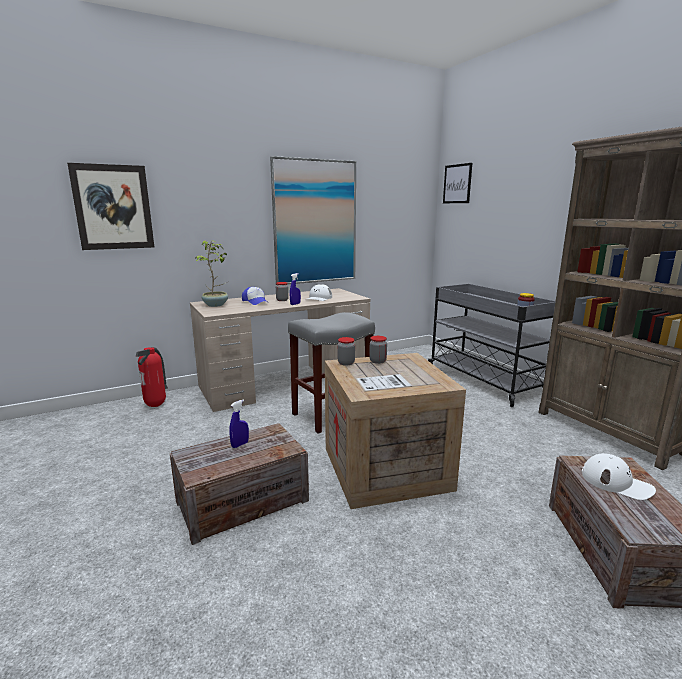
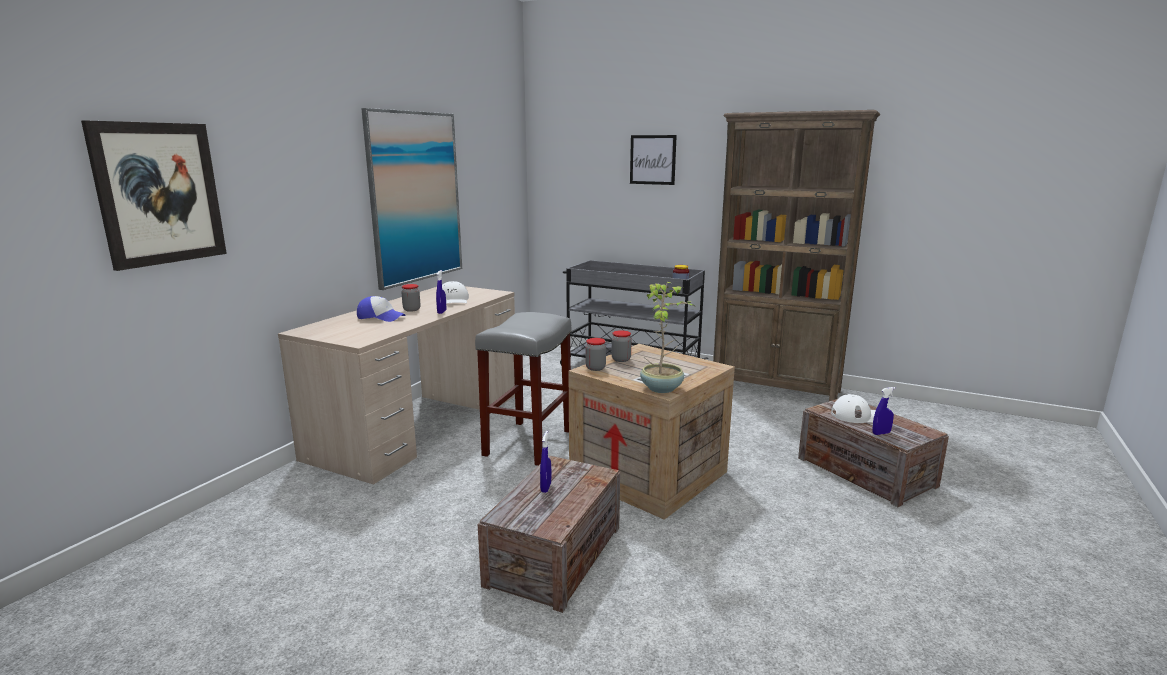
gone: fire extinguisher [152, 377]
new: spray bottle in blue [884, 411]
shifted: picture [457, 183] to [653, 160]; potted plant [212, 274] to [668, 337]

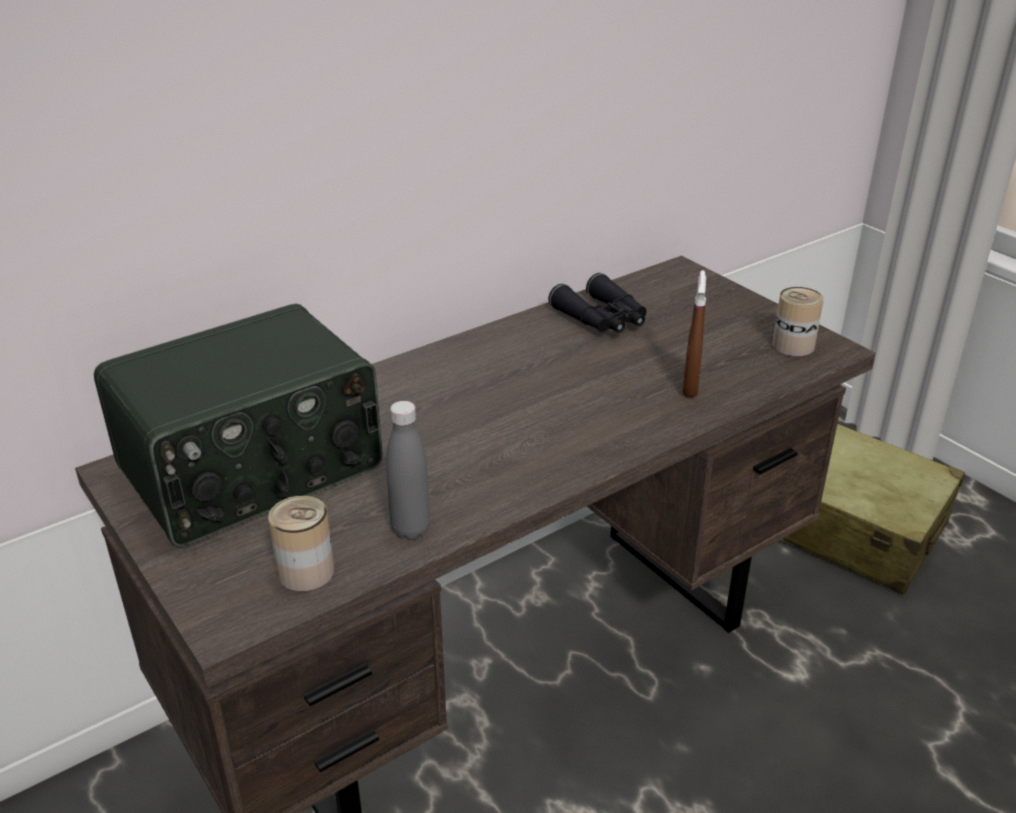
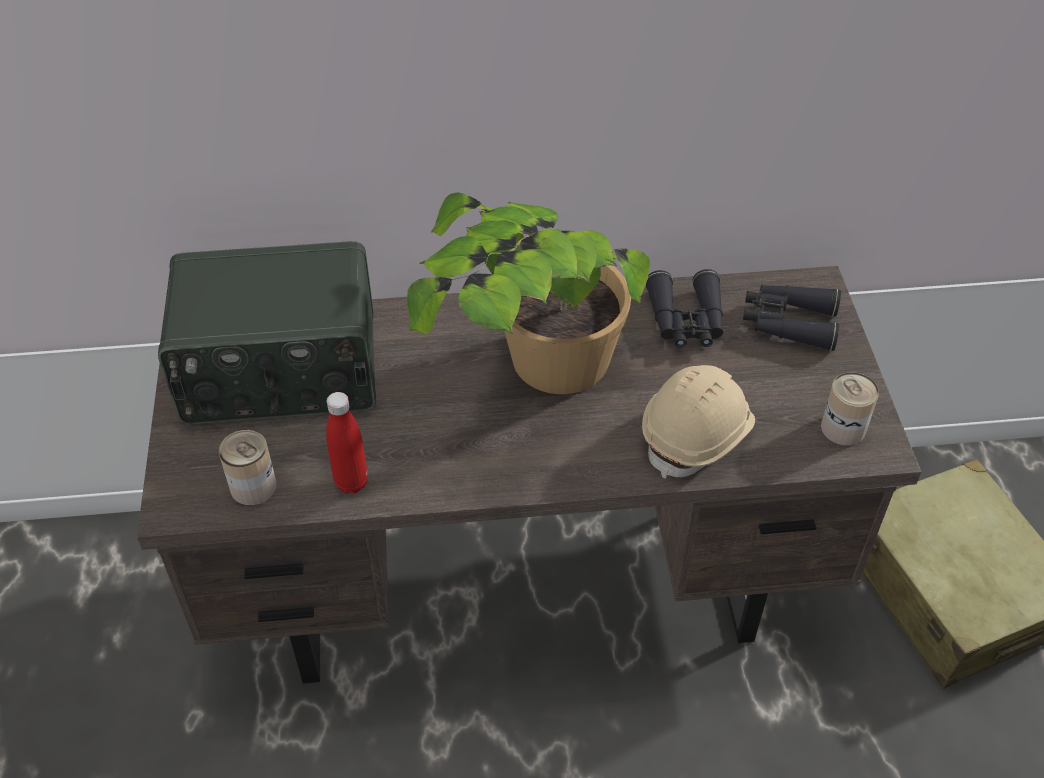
new: potted plant [528, 293]; binoculars in black [792, 317]
swapped: spray bottle in brown [694, 333] to hard hat in beige [698, 422]
repainted: bottle in grey [408, 470] to bottle in red [347, 443]

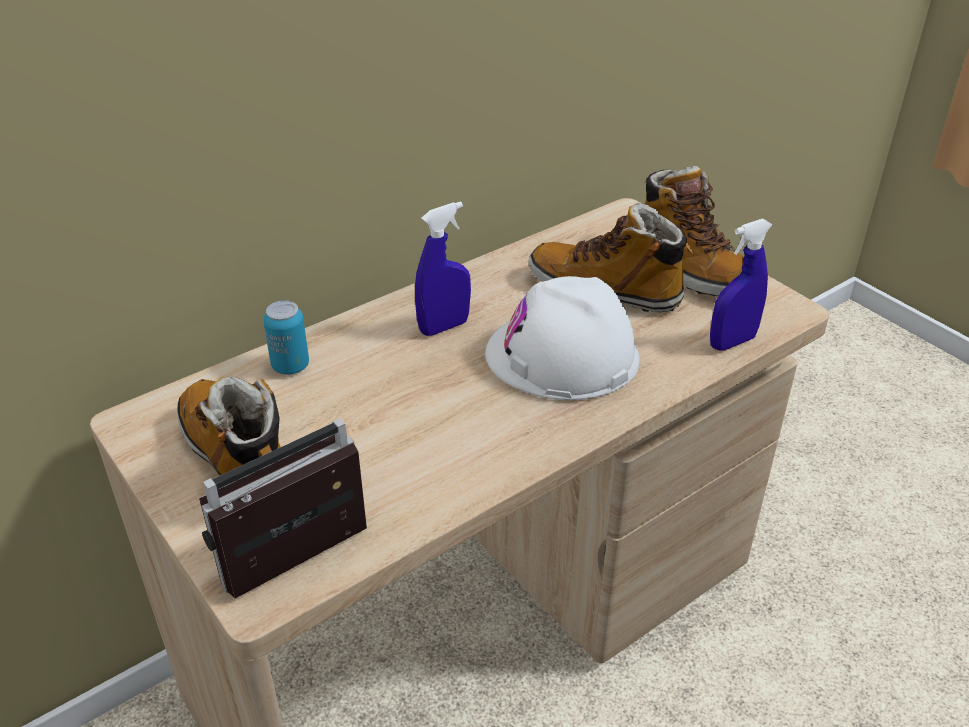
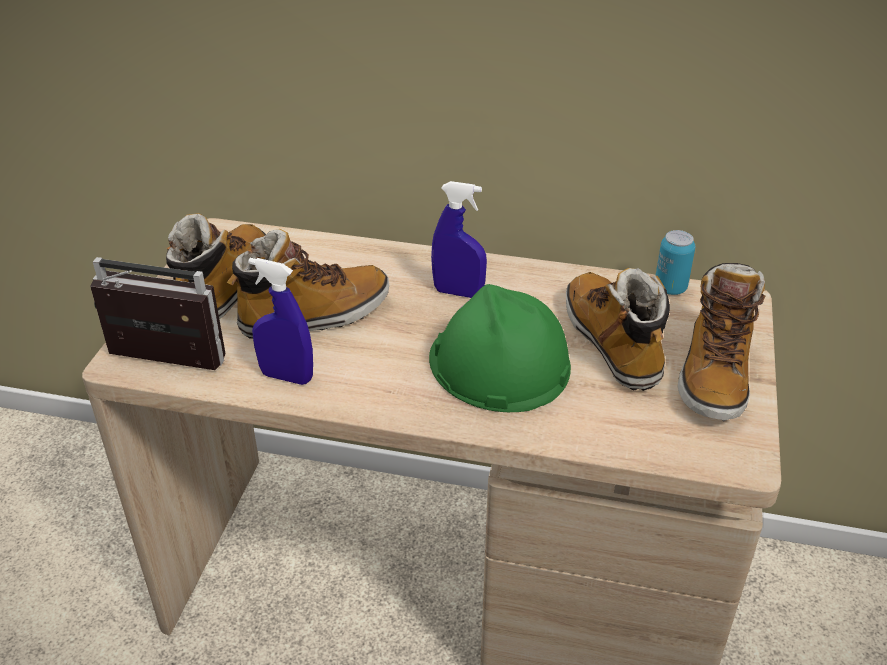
new: boot [308, 284]
shifted: spray bottle in blue [741, 284] to [280, 321]; can [286, 337] to [675, 262]
repainted: hard hat in white [562, 338] to hard hat in green [500, 348]

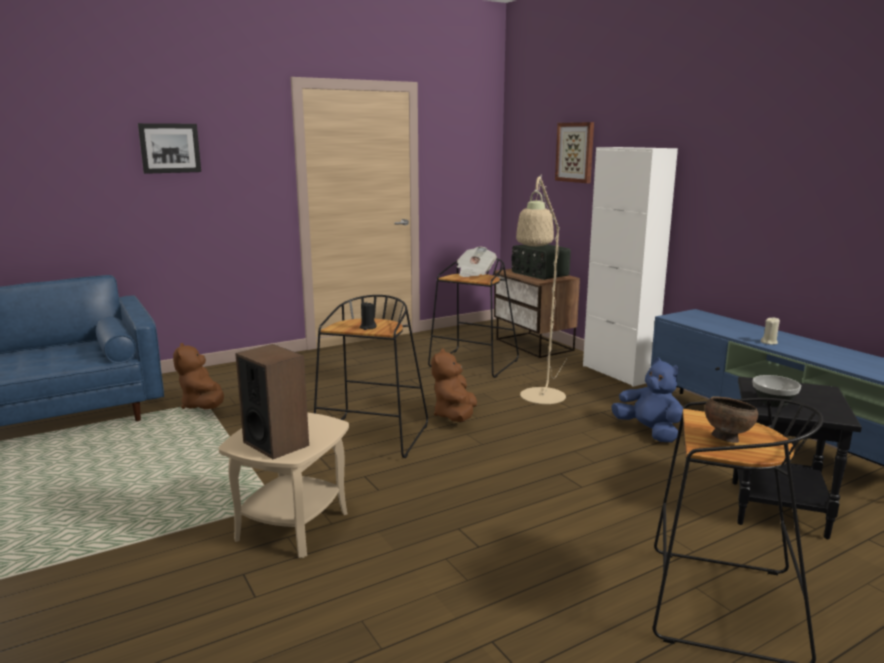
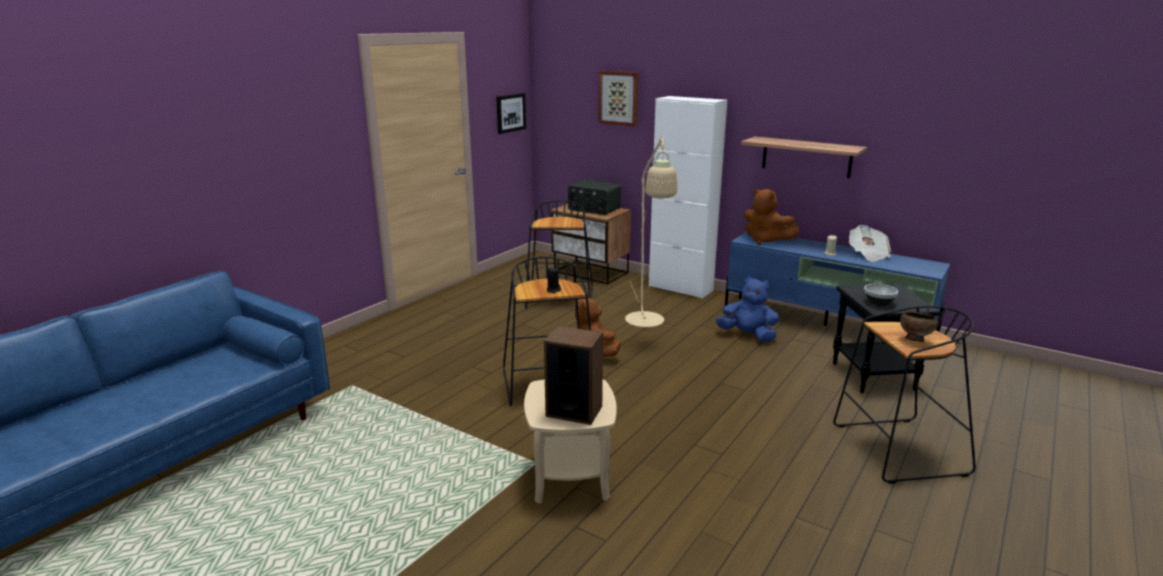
new: shelf [804, 157]
shifted: picture [169, 148] to [511, 113]; newspaper [477, 262] to [870, 243]; plush toy in brown [198, 376] to [772, 216]

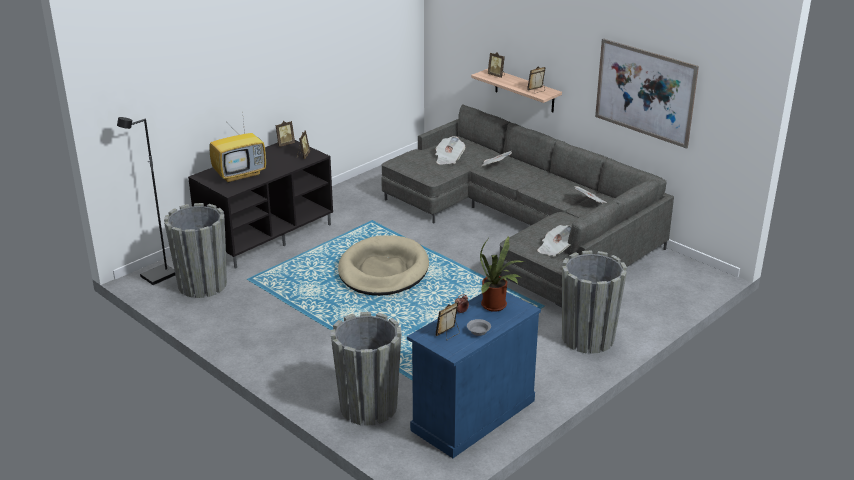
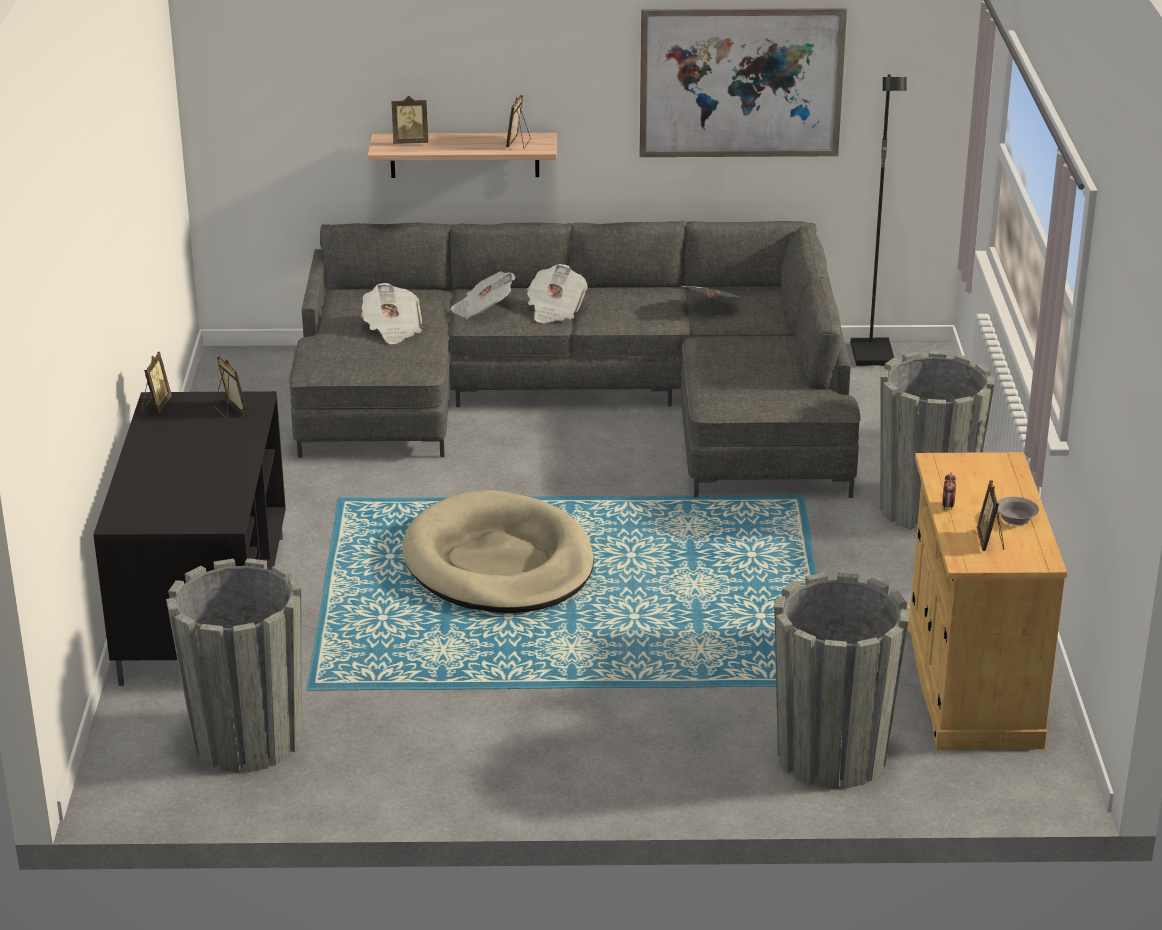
gone: television [237, 147]; potted plant [502, 274]
shifted: floor lamp in black [146, 201] to [878, 220]; newspaper [554, 241] to [557, 293]
repainted: cabinet in blue [474, 375] to cabinet in beige [987, 601]

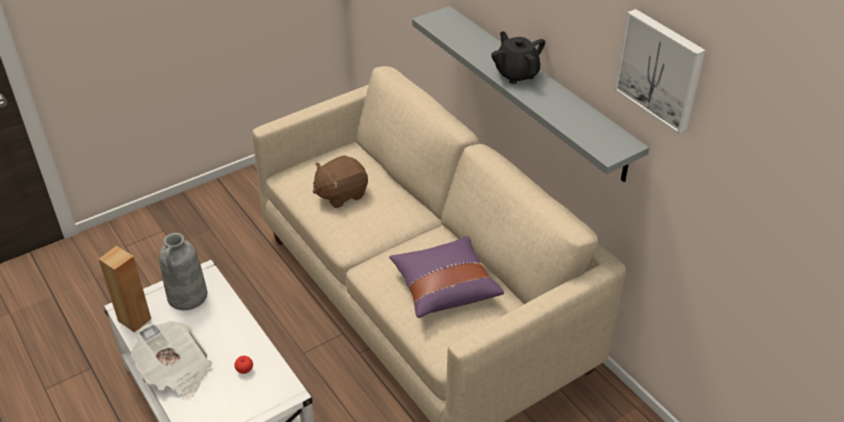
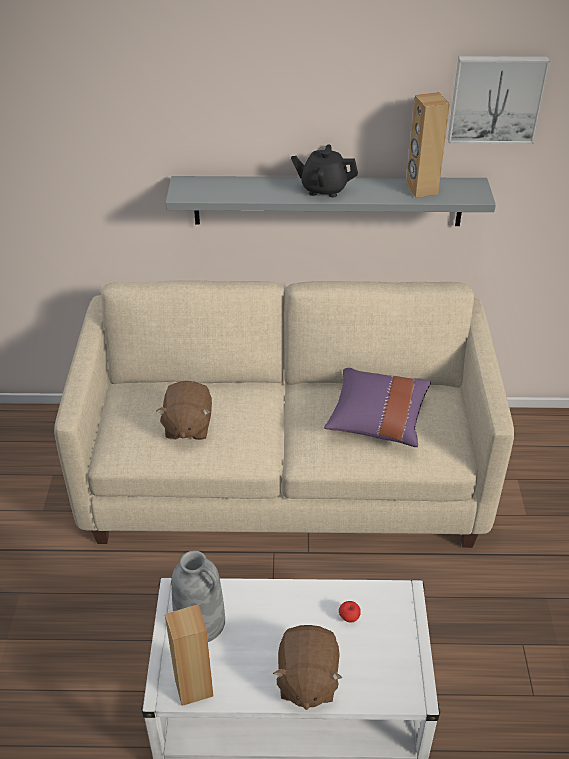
new: speaker in brown [428, 145]
swapped: newspaper [171, 359] to plush toy in brown [307, 667]

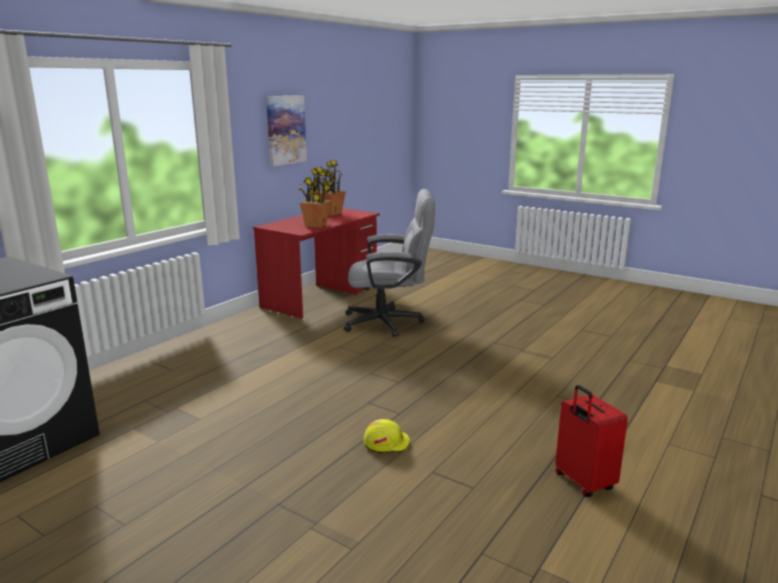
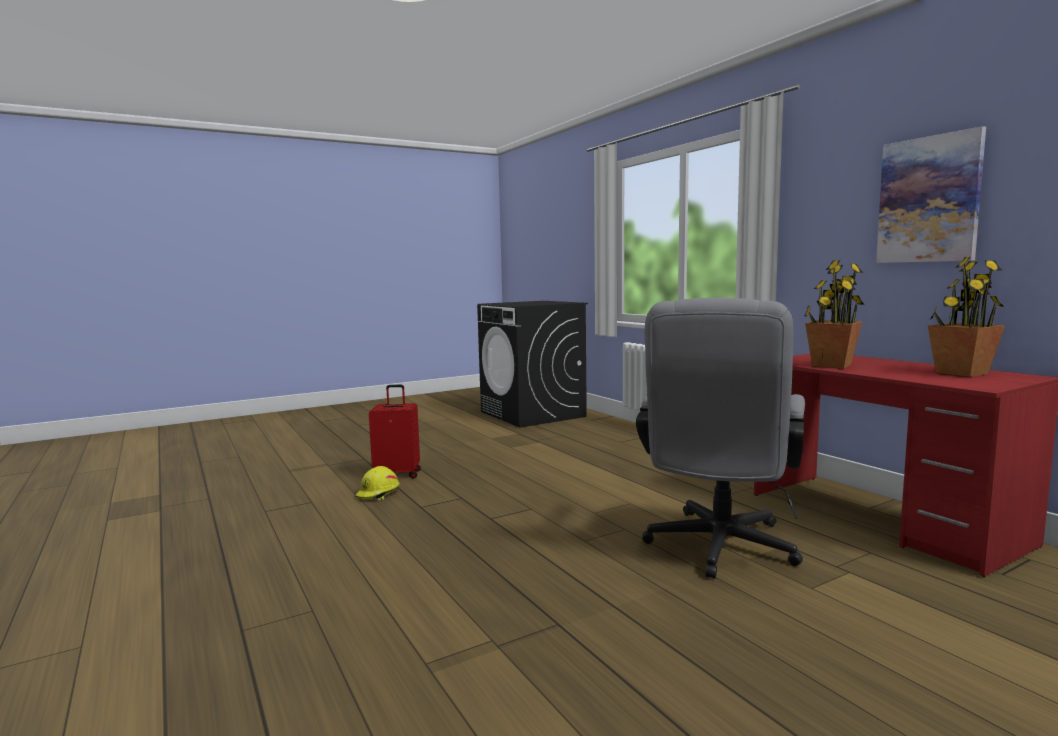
shifted: suitcase in red [591, 441] to [395, 431]

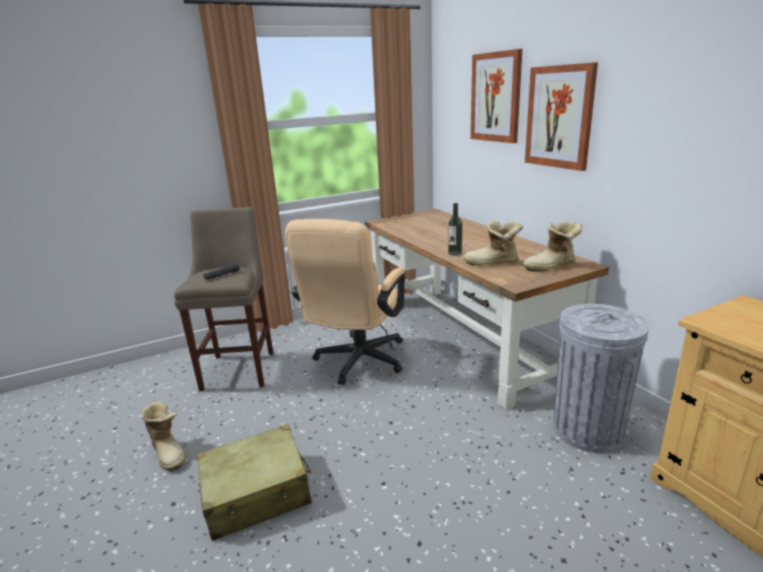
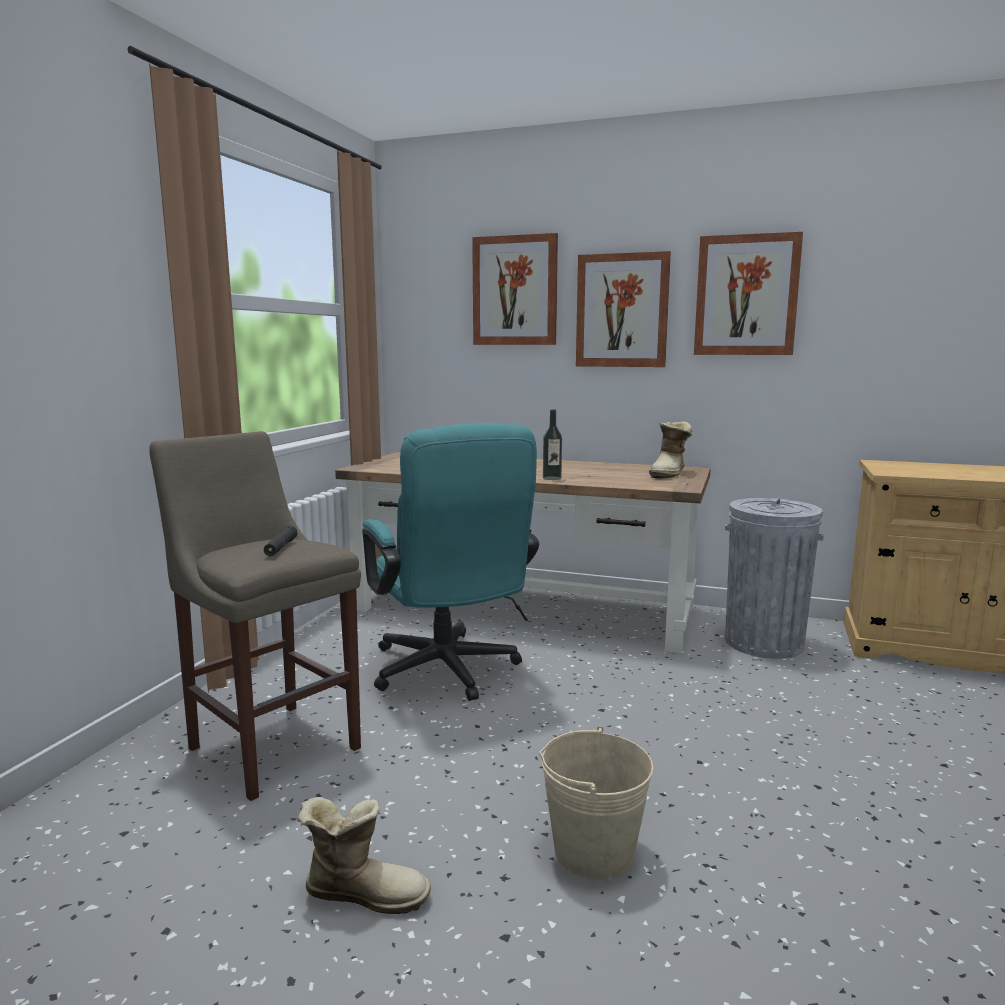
gone: boot [493, 243]
new: picture [748, 293]
swapped: suitcase in beige [254, 482] to bucket in beige [596, 803]
repainted: office chair in beige [345, 302] to office chair in turquoise [450, 562]

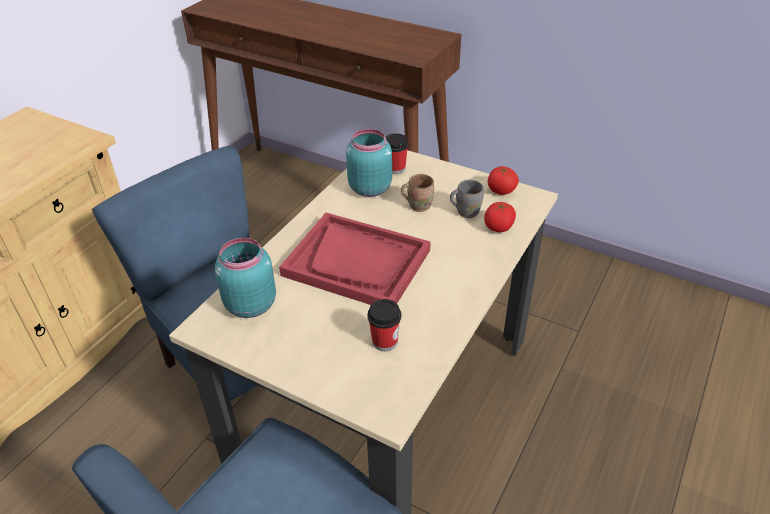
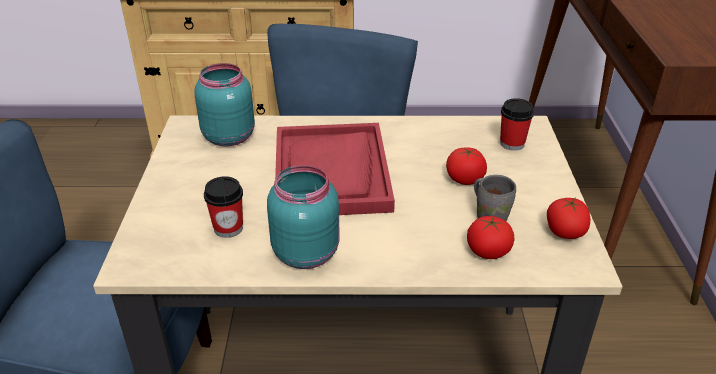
shifted: jar in turquoise [369, 163] to [303, 217]
swapped: mug in brown [417, 193] to tomato [466, 166]

